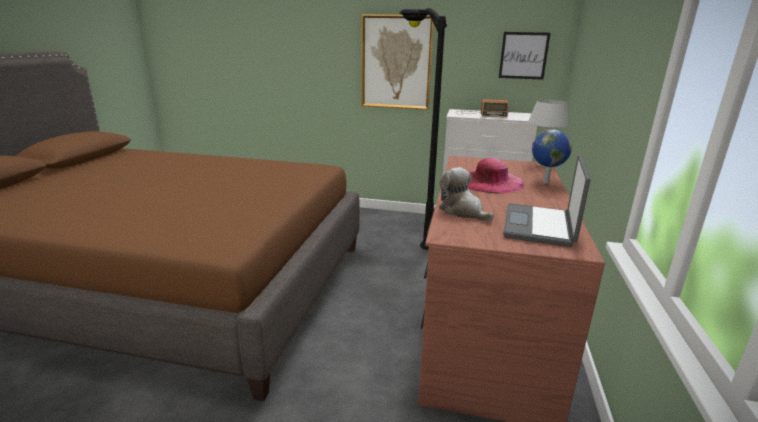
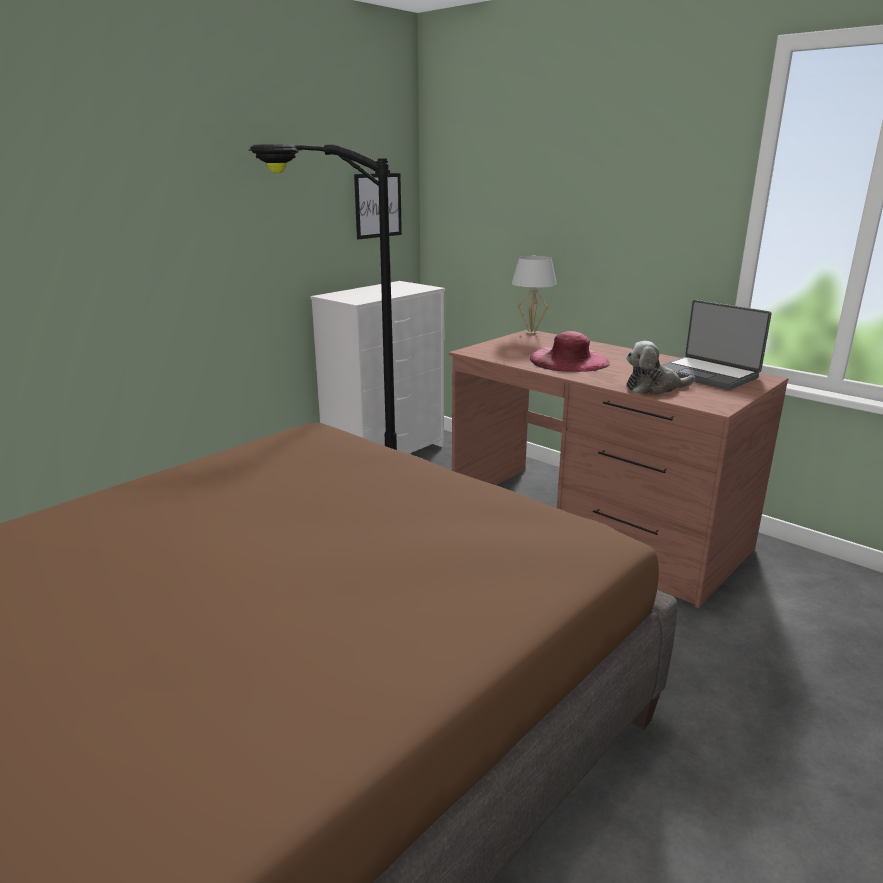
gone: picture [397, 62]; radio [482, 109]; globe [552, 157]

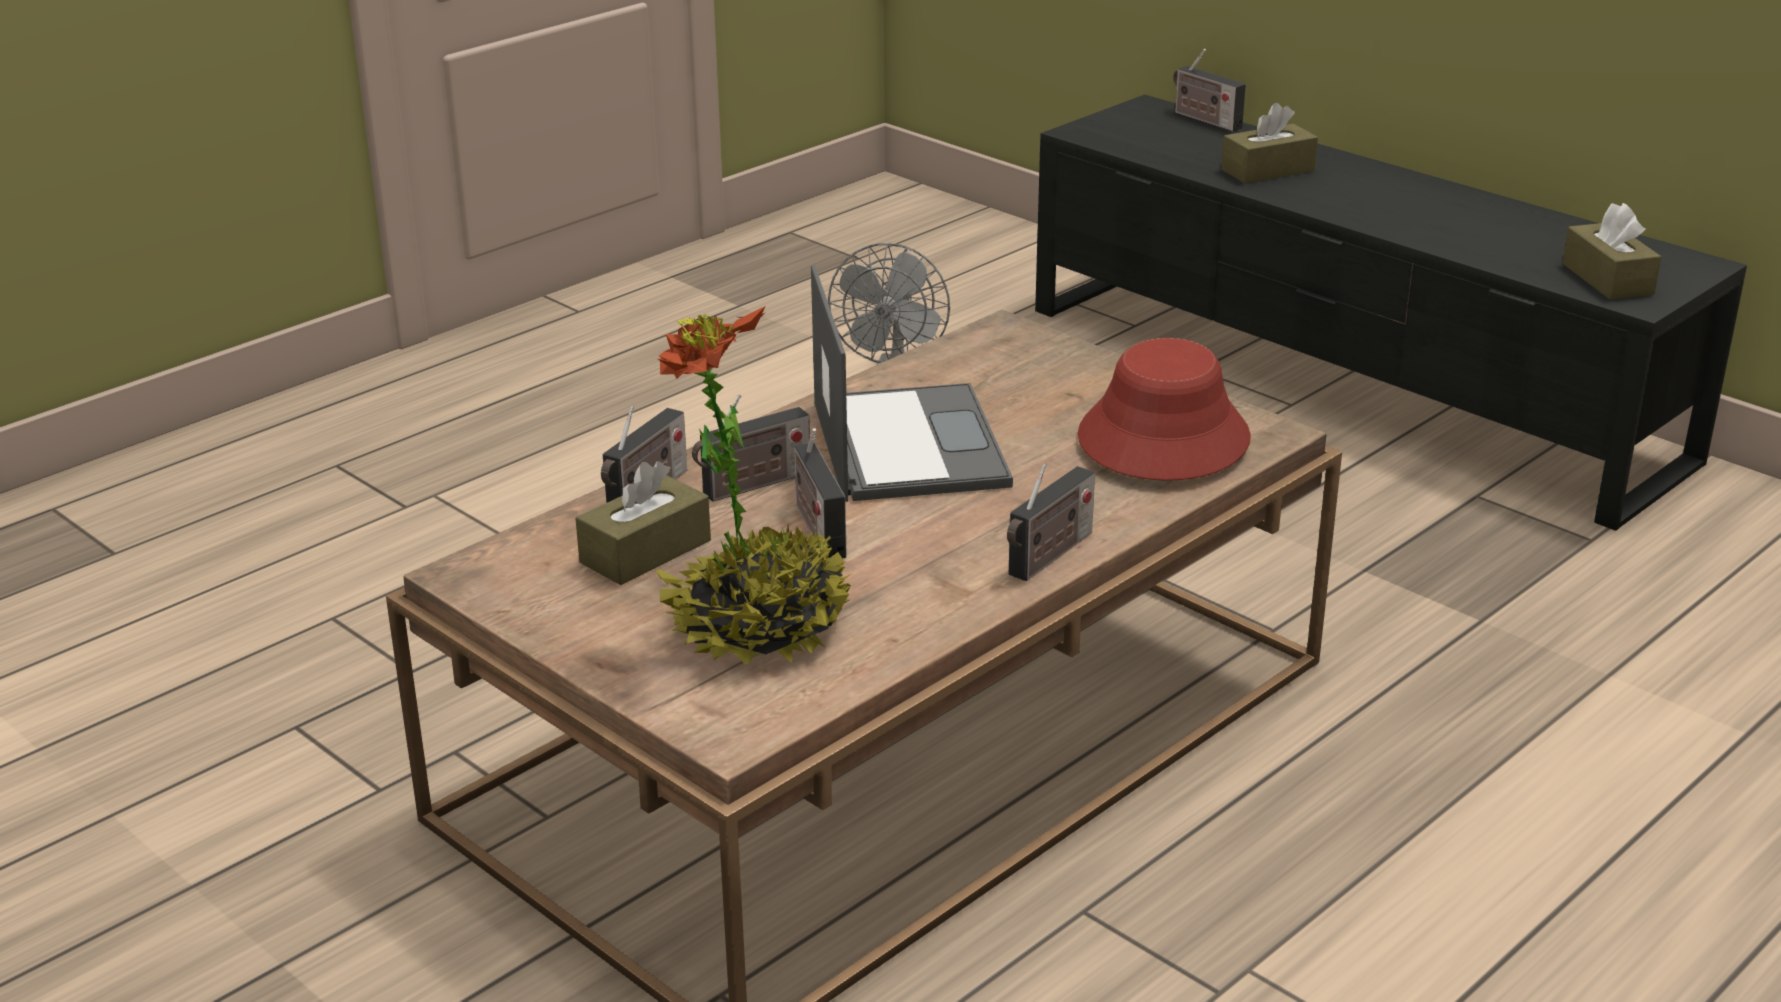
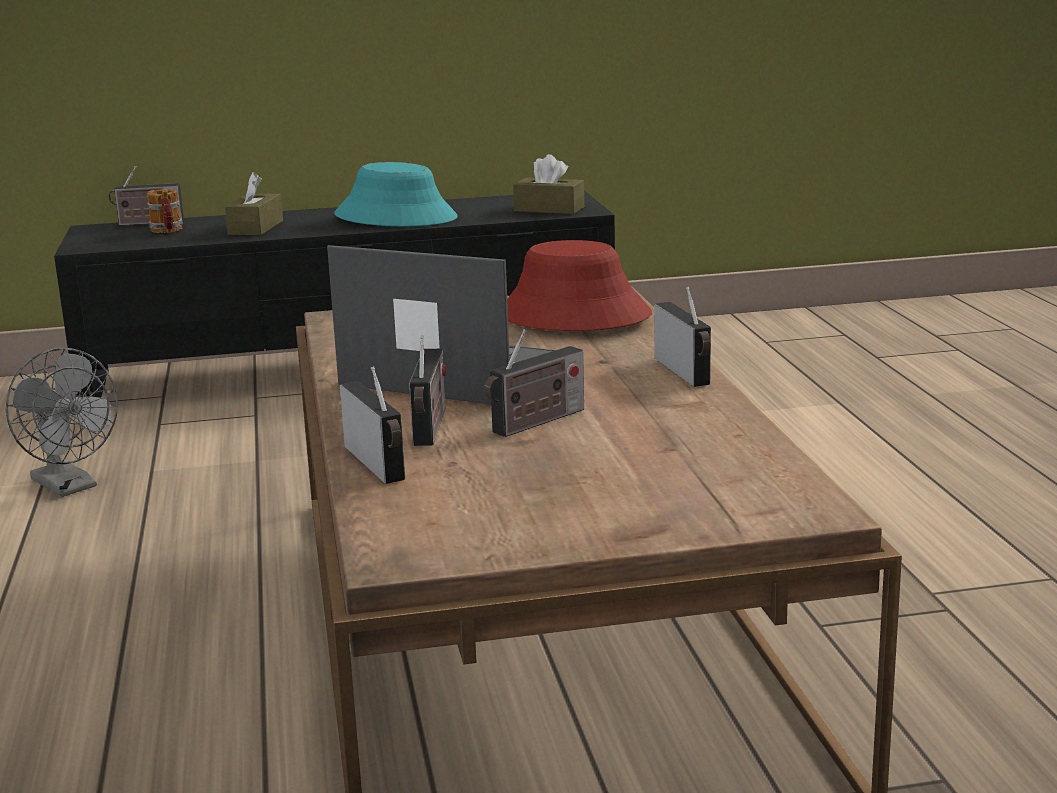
gone: potted plant [753, 485]; tissue box in brown [643, 523]
new: hat in turquoise [396, 194]; mug [165, 211]
rotated: radio [820, 493] = [534, 383] 60 degrees counterclockwise

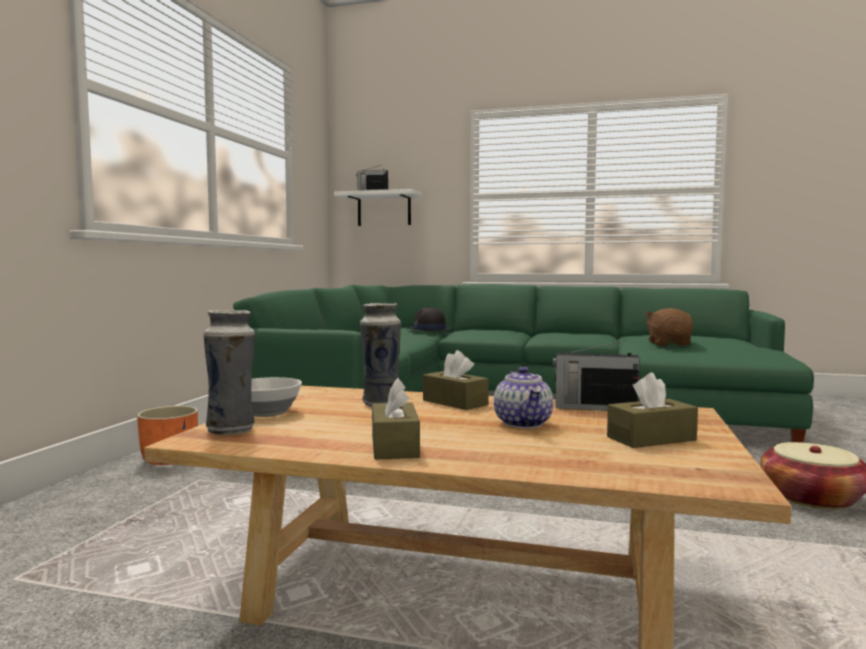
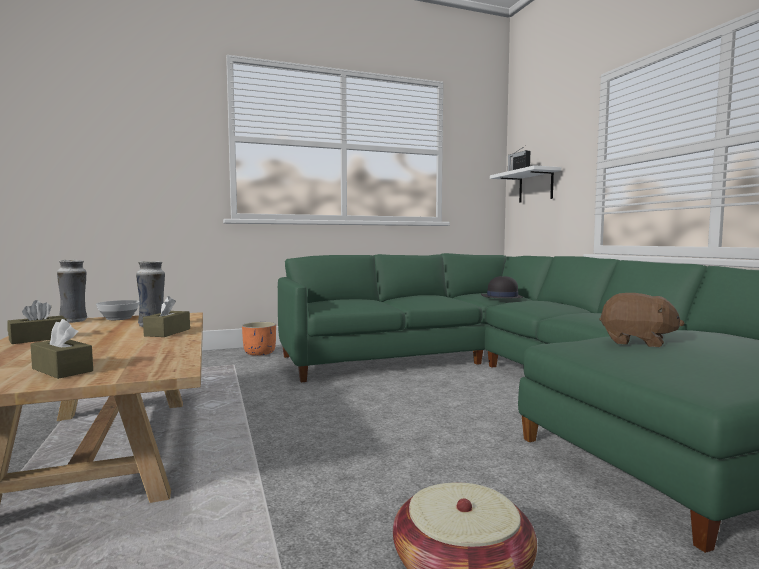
gone: radio [596, 375]; teapot [523, 397]
rotated: plush toy in brown [669, 327] = [642, 320] 60 degrees clockwise

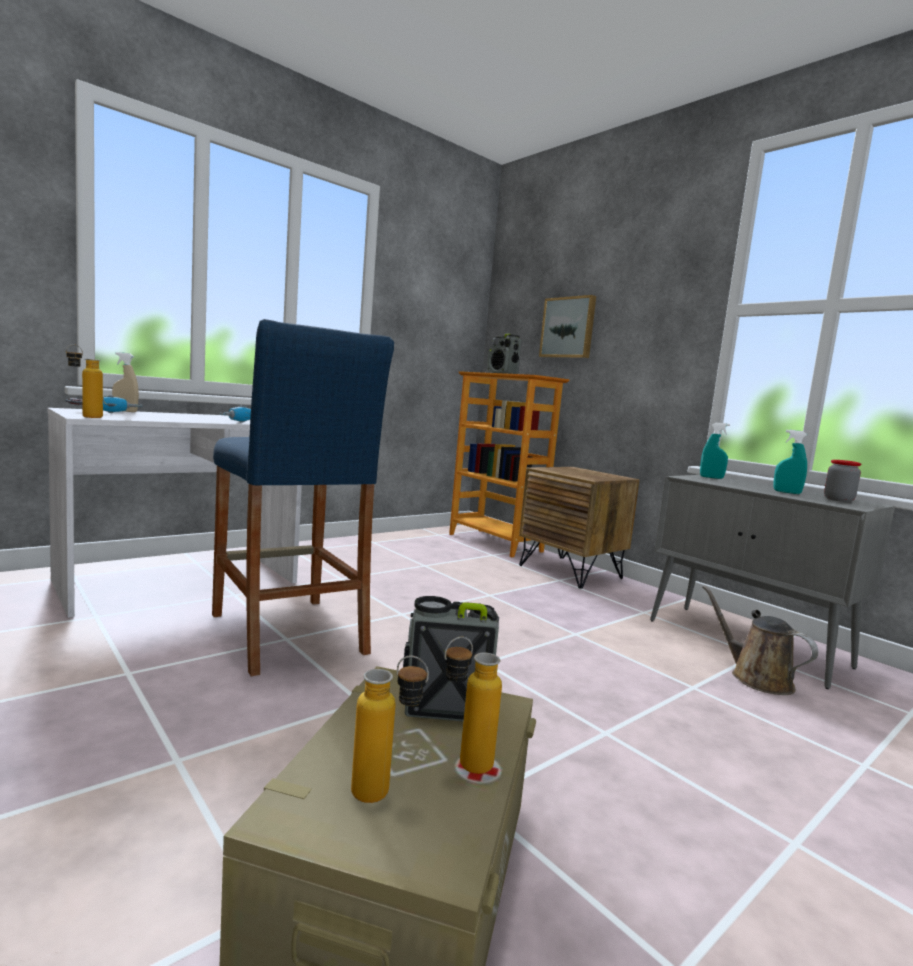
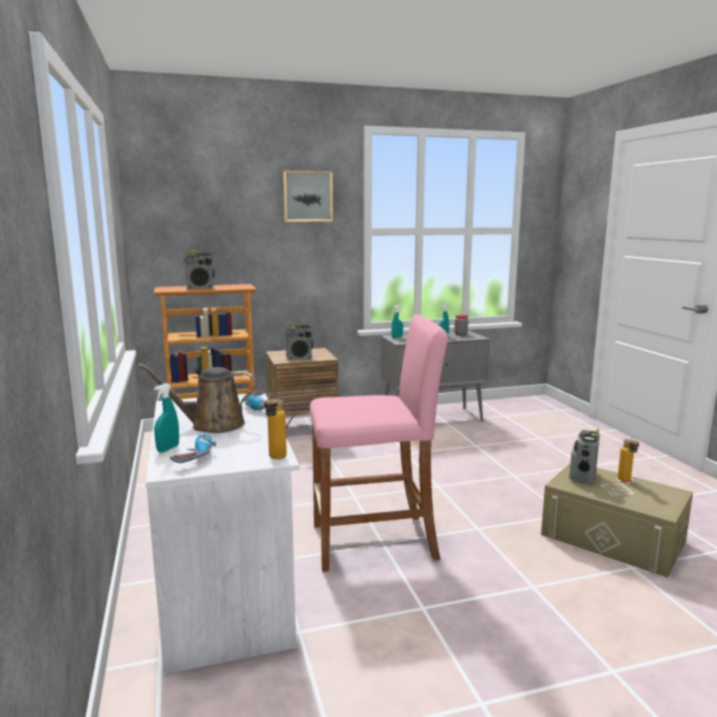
gone: bottle [390, 729]
new: radio [299, 341]
shifted: picture [567, 326] to [308, 196]; watering can in brown [760, 640] to [197, 398]
repainted: stool in blue [303, 497] to stool in pink [379, 443]; spray bottle in beige [125, 382] to spray bottle in turquoise [166, 417]

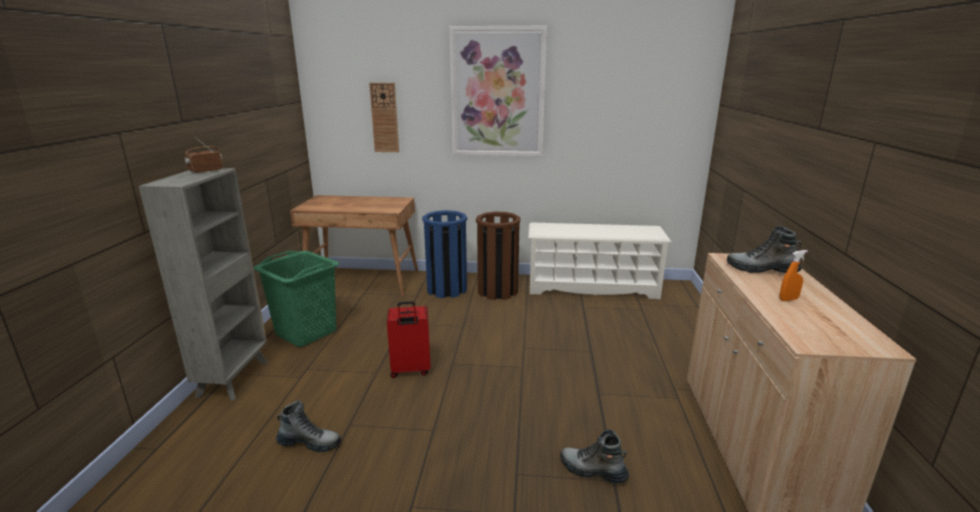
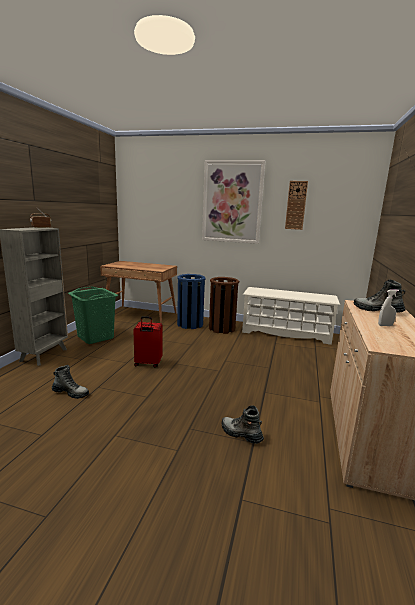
shifted: wall clock [384, 117] to [296, 205]
repainted: spray bottle in orange [793, 275] to spray bottle in white [388, 307]

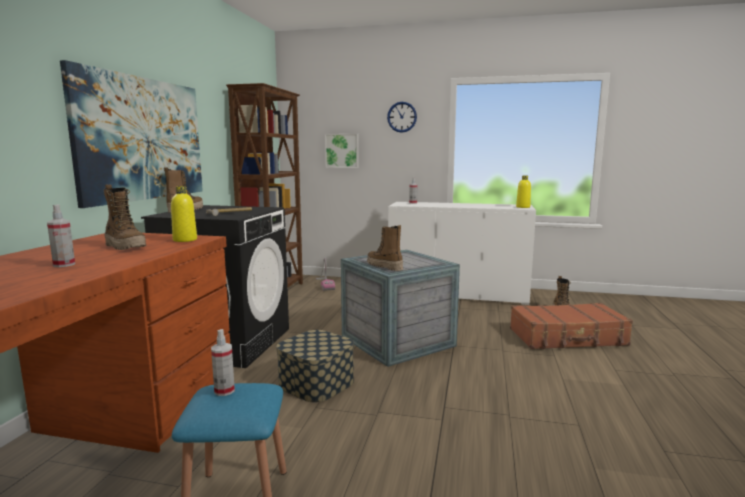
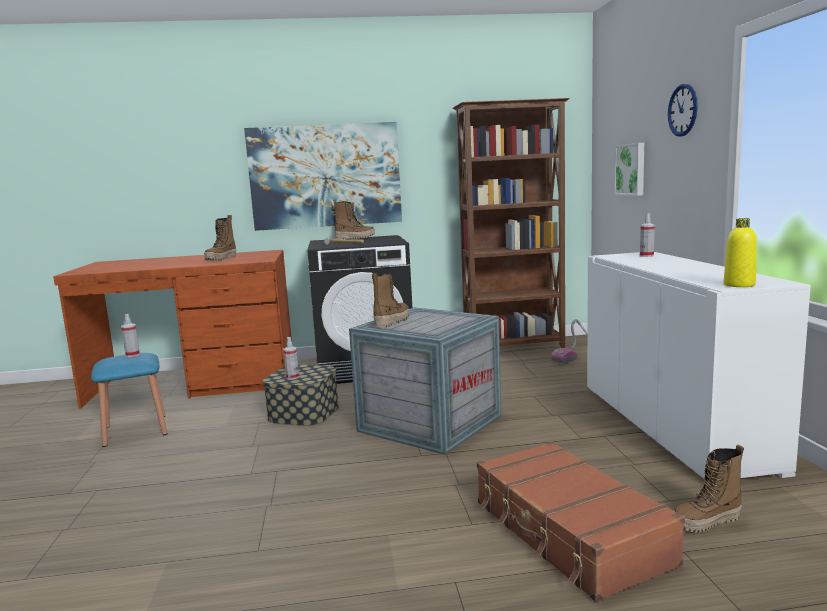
gone: bottle in yellow [184, 214]
shifted: spray bottle [61, 236] to [291, 358]

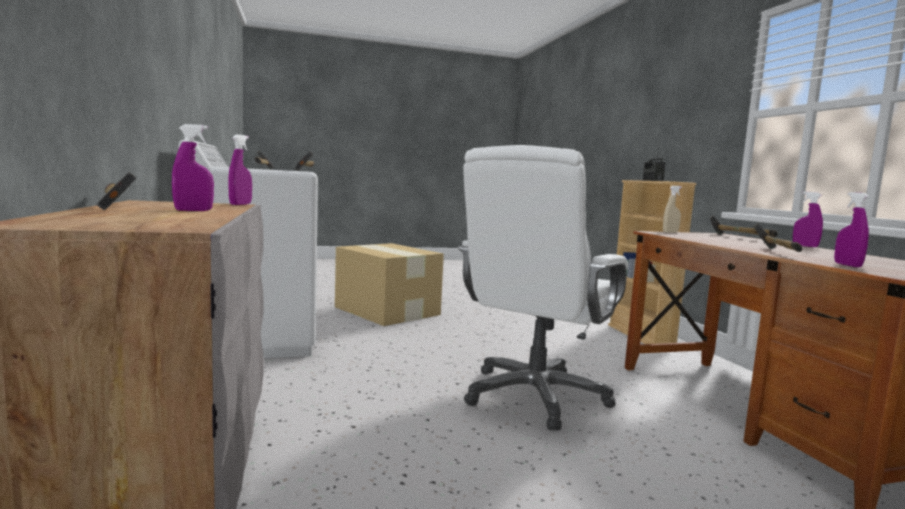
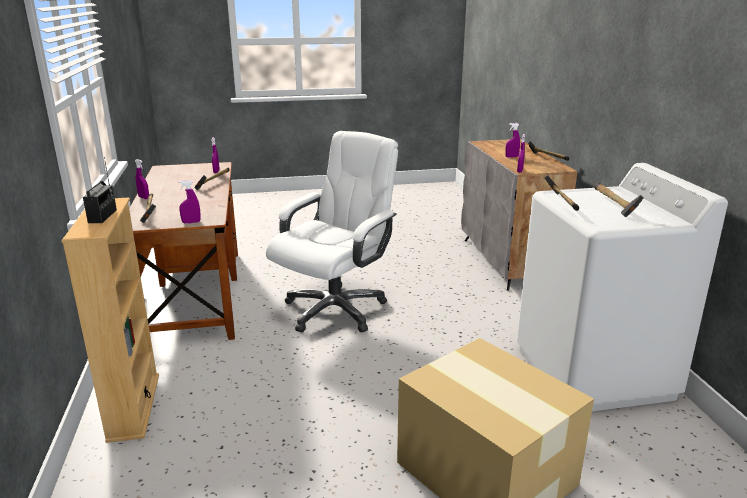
repainted: spray bottle in beige [672, 209] to spray bottle in purple [189, 202]

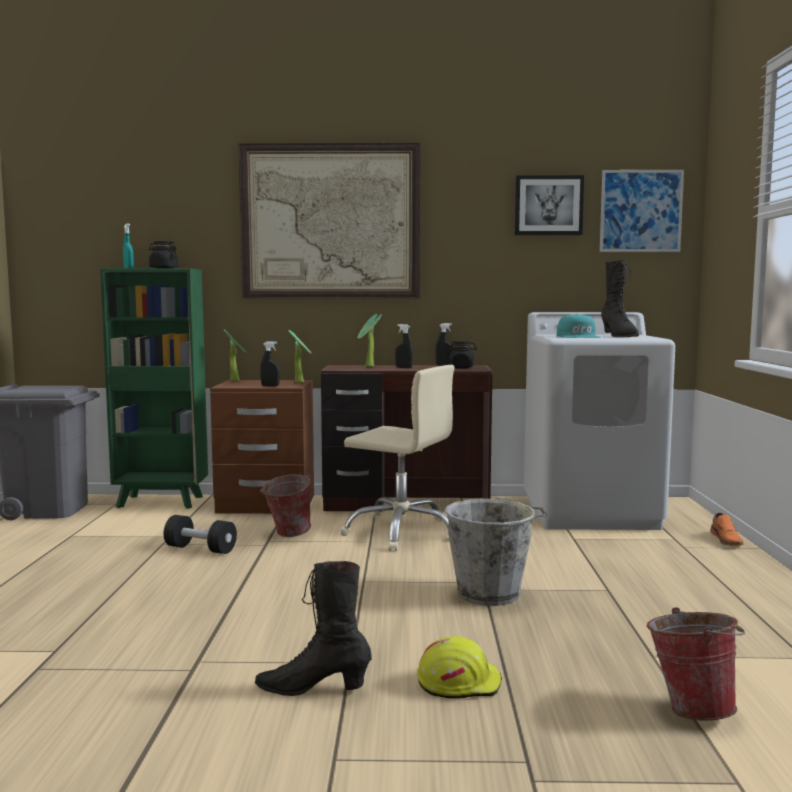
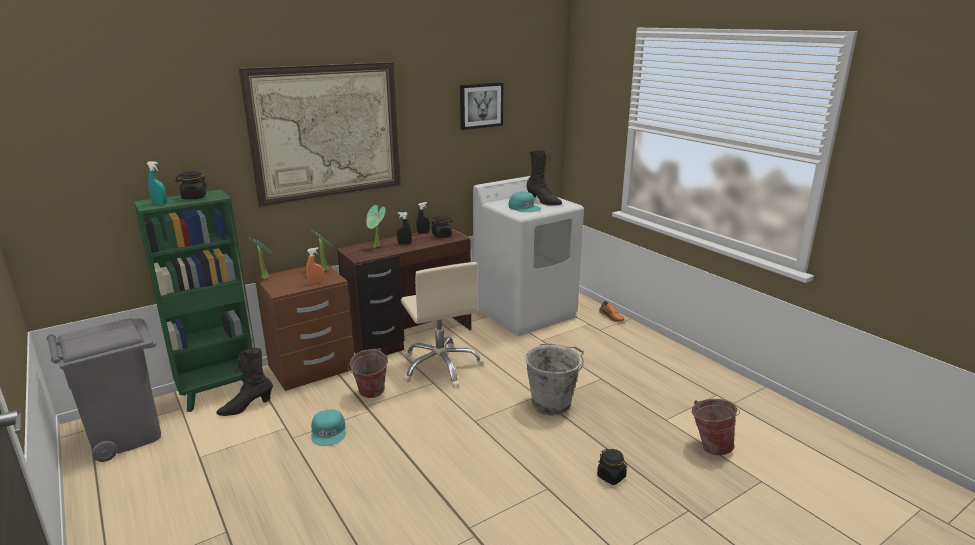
gone: picture [642, 211]
shifted: boot in black [313, 628] to [244, 382]
swapped: dumbbell in black [200, 534] to cap in turquoise [328, 428]; hard hat in yellow [459, 667] to jar in black [612, 467]
repainted: spray bottle in black [270, 363] to spray bottle in orange [314, 266]
rotated: office chair in beige [397, 458] = [442, 325] 75 degrees clockwise

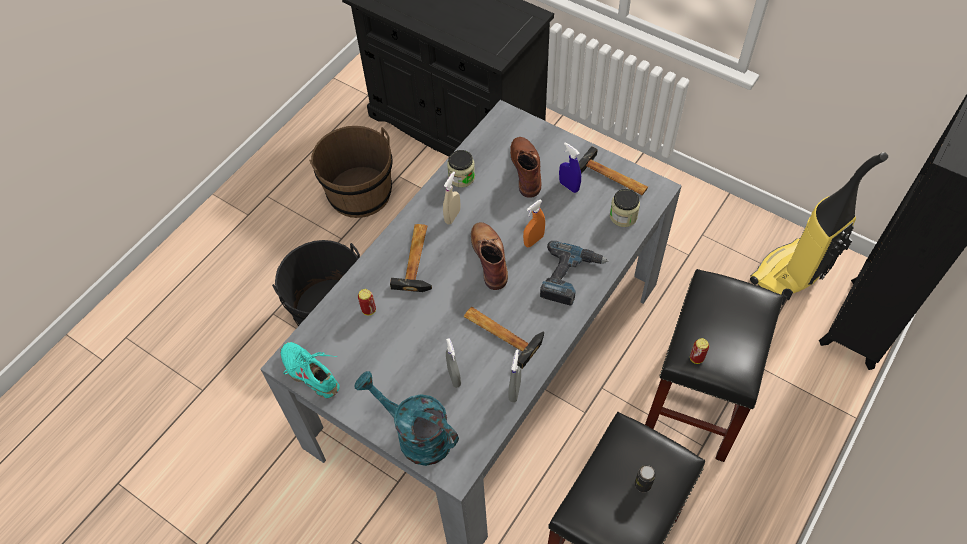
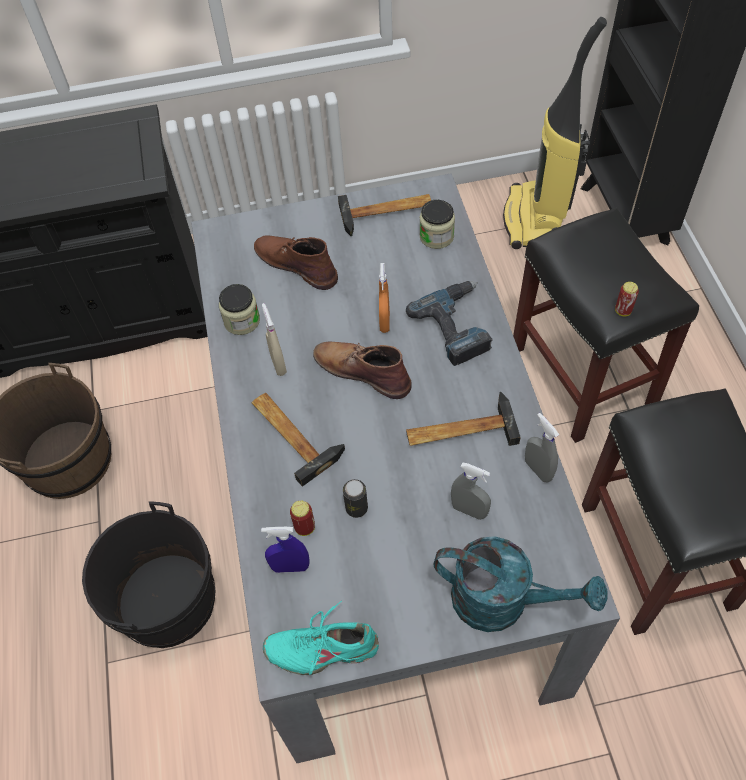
shifted: spray bottle in blue [570, 167] to [285, 550]; can [645, 478] to [355, 498]
rotated: watering can in turquoise [406, 418] = [521, 584] 150 degrees counterclockwise

